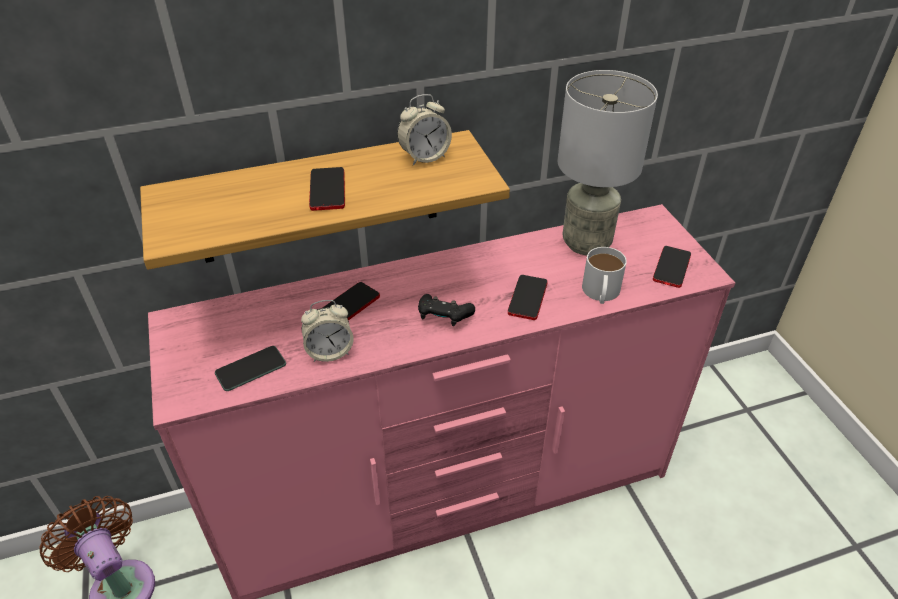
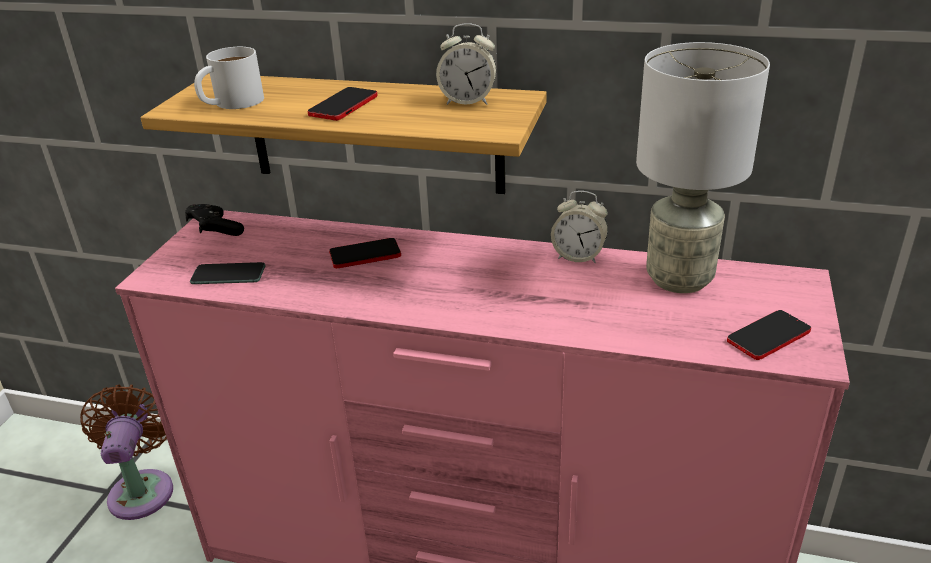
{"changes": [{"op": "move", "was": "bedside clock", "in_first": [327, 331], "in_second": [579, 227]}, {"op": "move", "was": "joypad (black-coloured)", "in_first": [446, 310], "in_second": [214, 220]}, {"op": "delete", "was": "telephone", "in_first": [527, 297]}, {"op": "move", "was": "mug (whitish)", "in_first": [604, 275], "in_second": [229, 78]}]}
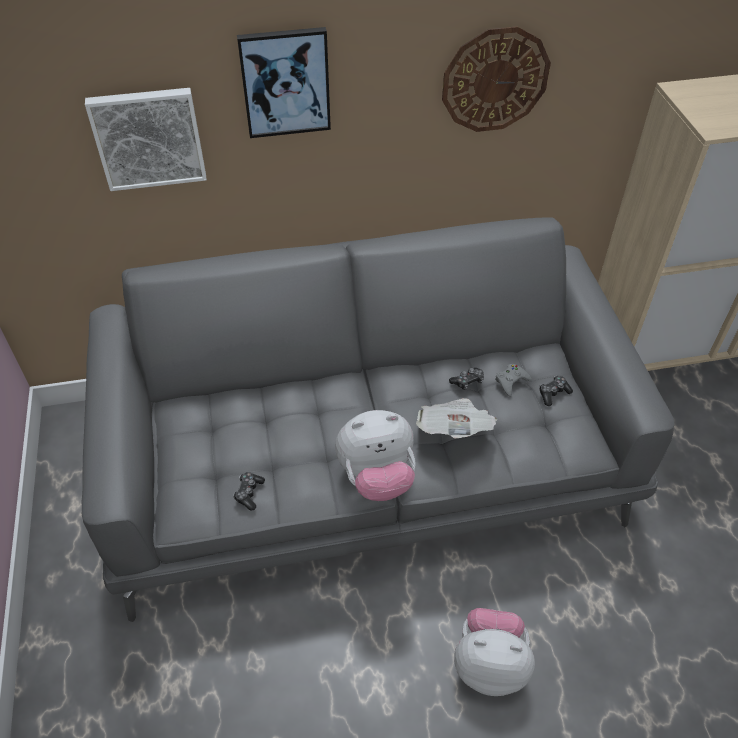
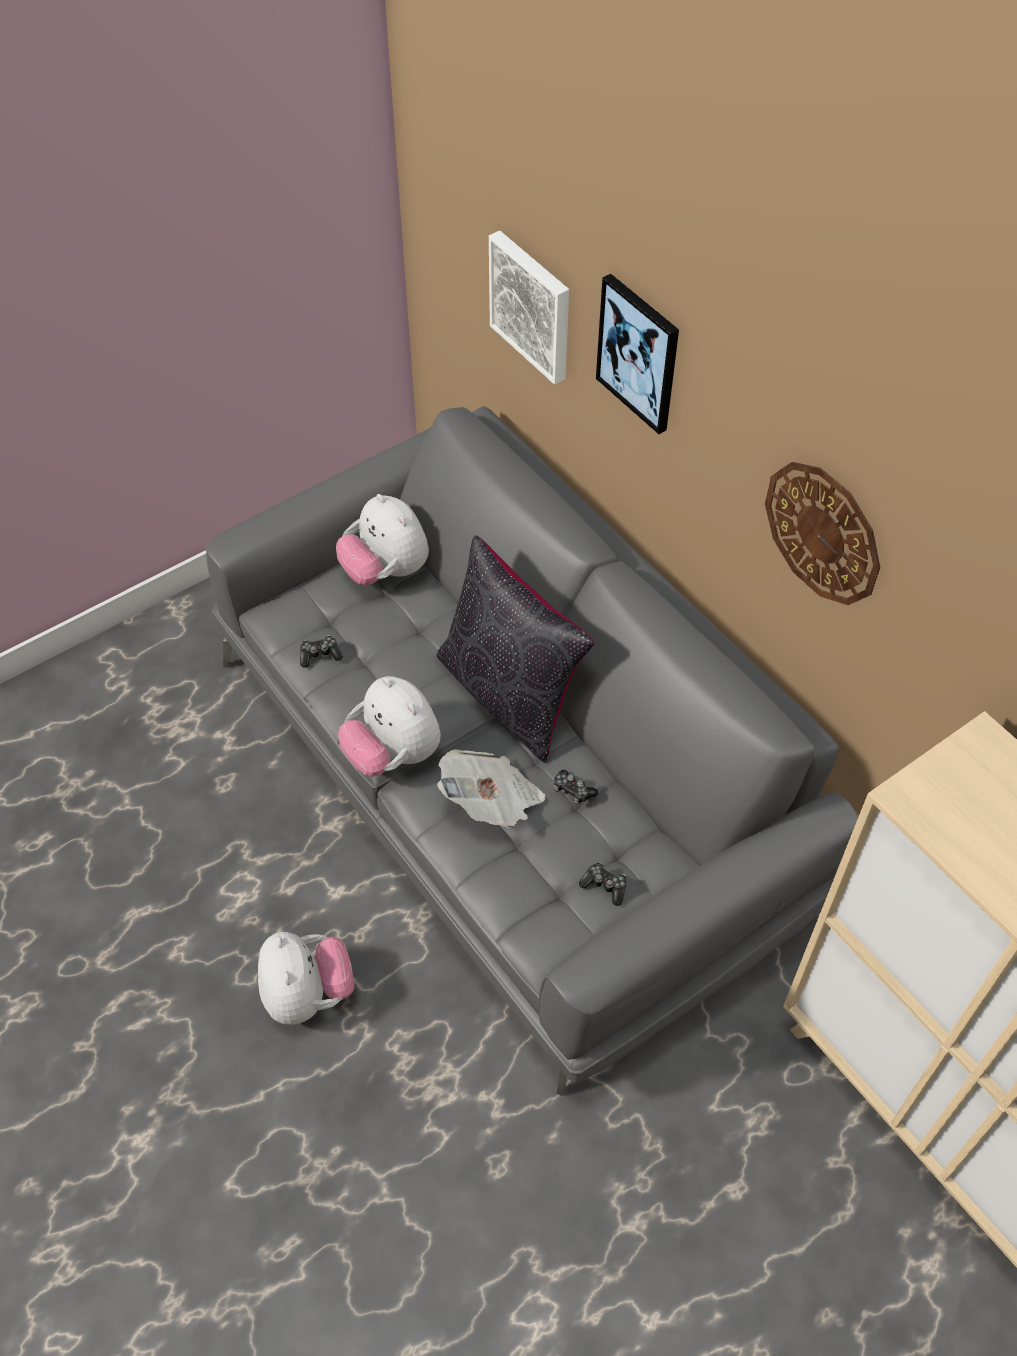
{"changes": [{"op": "delete", "was": "joypad (grey)", "in_first": [513, 380]}, {"op": "insert", "now": "cuddly toy", "in_second": [382, 539]}, {"op": "insert", "now": "throw pillow (black-coloured)", "in_second": [515, 649]}]}
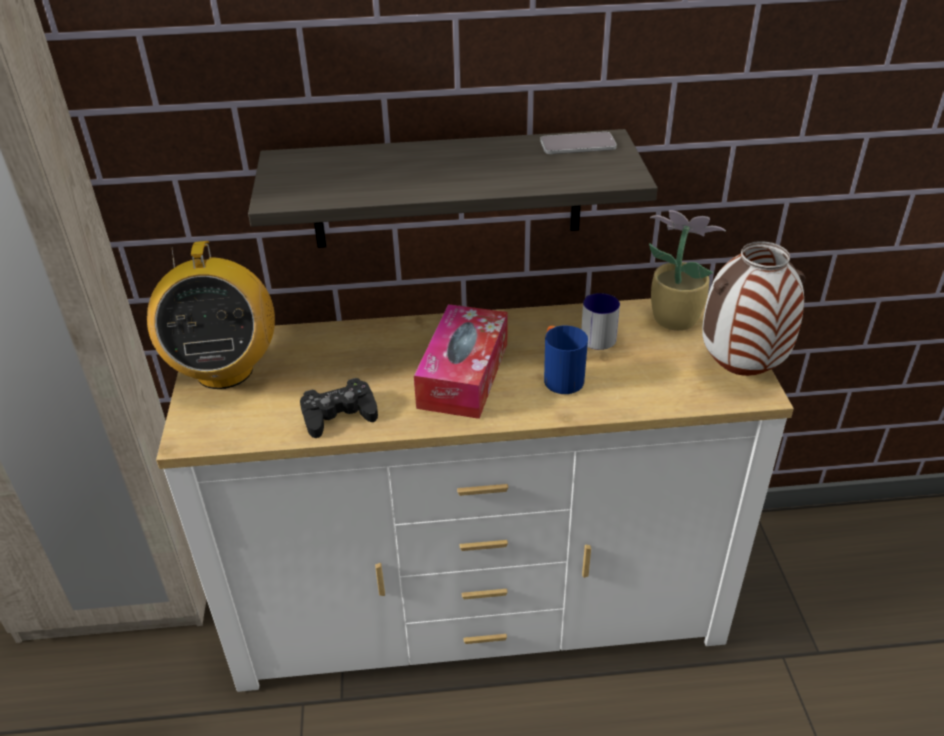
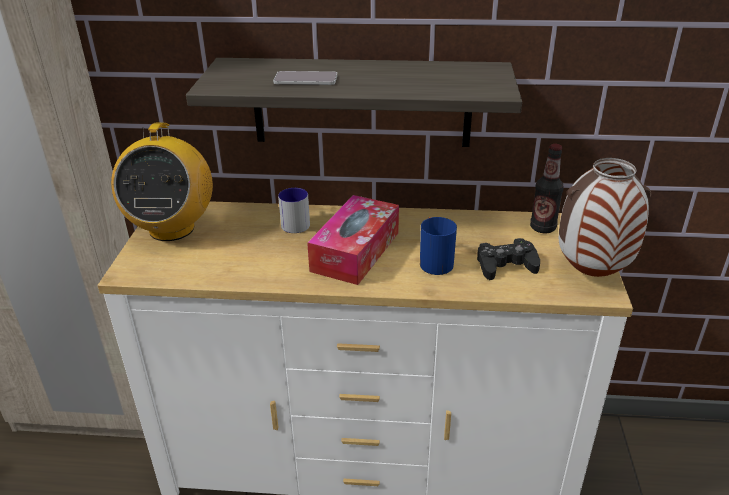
{"changes": [{"op": "move", "was": "joypad (black-coloured)", "in_first": [339, 408], "in_second": [508, 259]}, {"op": "move", "was": "telephone", "in_first": [578, 143], "in_second": [305, 78]}, {"op": "move", "was": "mug", "in_first": [600, 321], "in_second": [294, 210]}, {"op": "replace", "was": "houseplant", "now": "beverage bottle", "in_first": [687, 270], "in_second": [547, 188]}]}
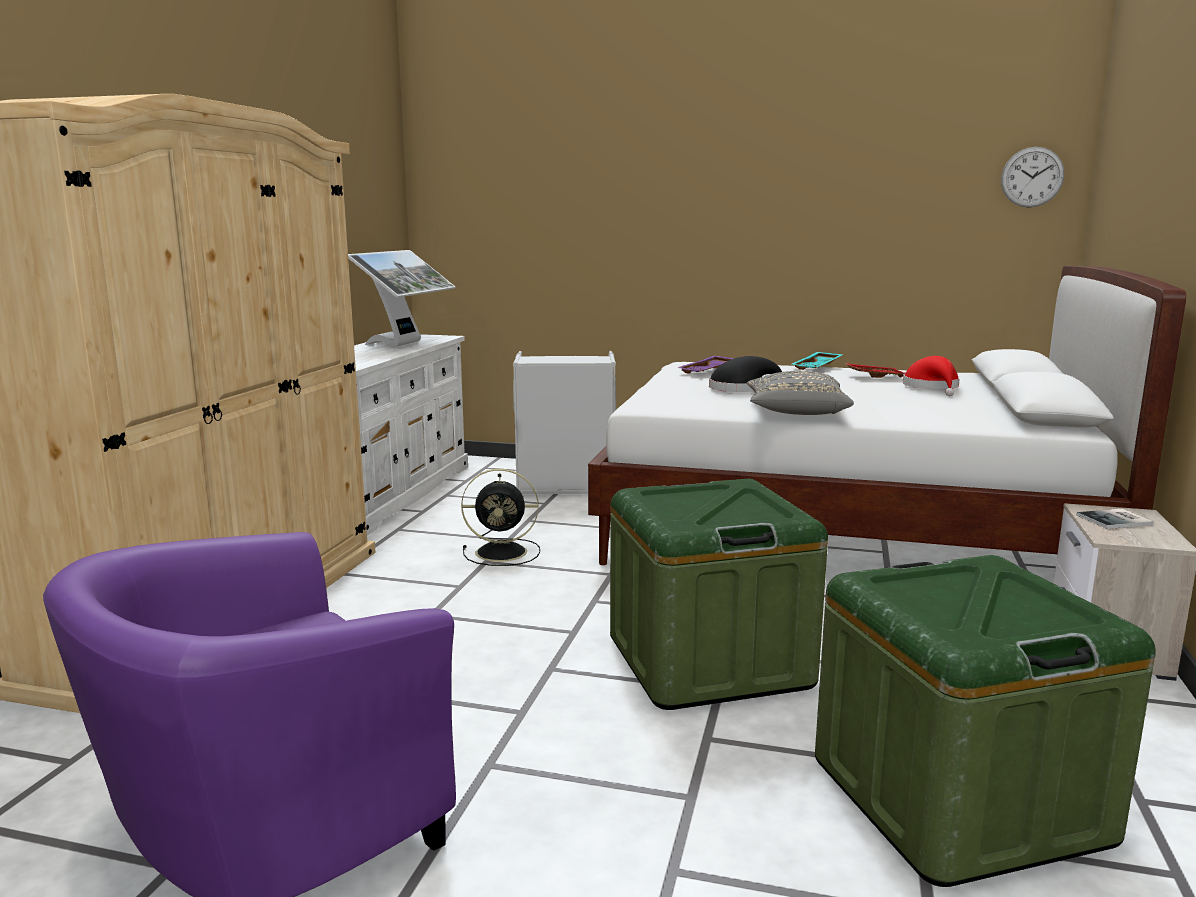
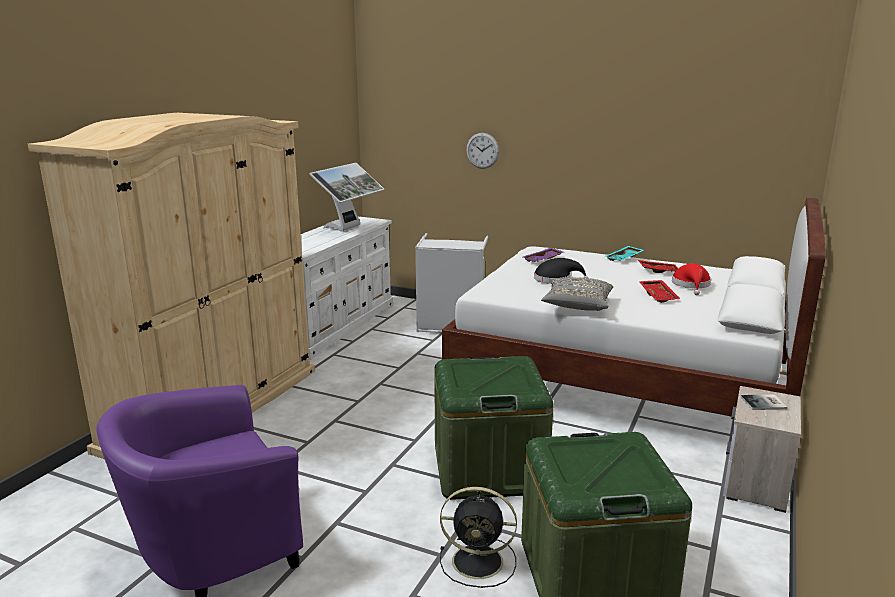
{"changes": [{"op": "move", "was": "electric fan (black-coloured)", "in_first": [500, 517], "in_second": [478, 537]}, {"op": "move", "was": "hanging clock", "in_first": [1032, 177], "in_second": [482, 151]}, {"op": "insert", "now": "serving tray (reddish)", "in_second": [659, 291]}]}
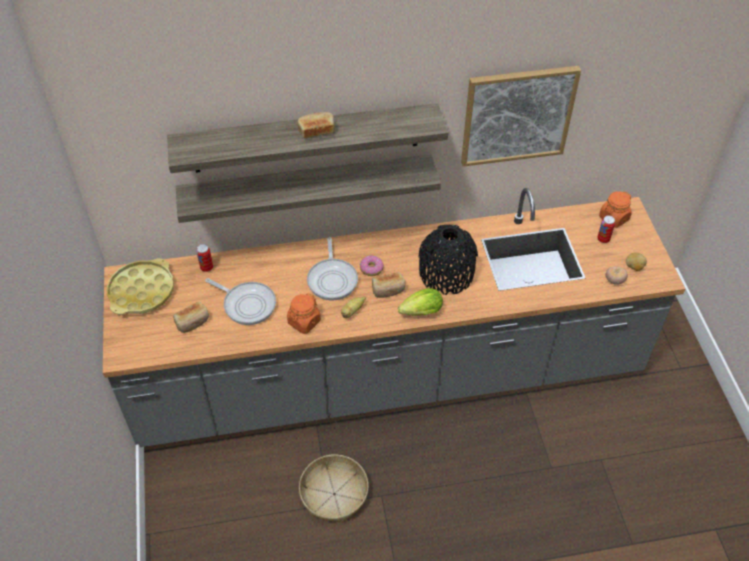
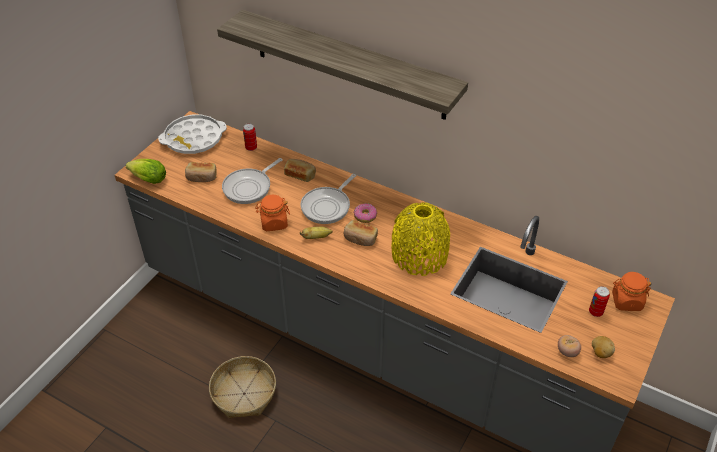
{"changes": [{"op": "recolor", "was": "serving tray (yellow-coloured)", "now": "serving tray (whitish)", "in_first": [140, 286], "in_second": [192, 134]}, {"op": "delete", "was": "wall shelf", "in_first": [308, 188]}, {"op": "rotate", "was": "pan", "in_first": [240, 301], "in_second": [252, 181], "clockwise": 60}, {"op": "move", "was": "baked bread", "in_first": [316, 125], "in_second": [300, 170]}, {"op": "move", "was": "lettuce head", "in_first": [420, 302], "in_second": [146, 171]}, {"op": "recolor", "was": "vase (black-coloured)", "now": "vase (yellow-coloured)", "in_first": [448, 260], "in_second": [421, 239]}, {"op": "delete", "was": "wall picture", "in_first": [521, 116]}]}
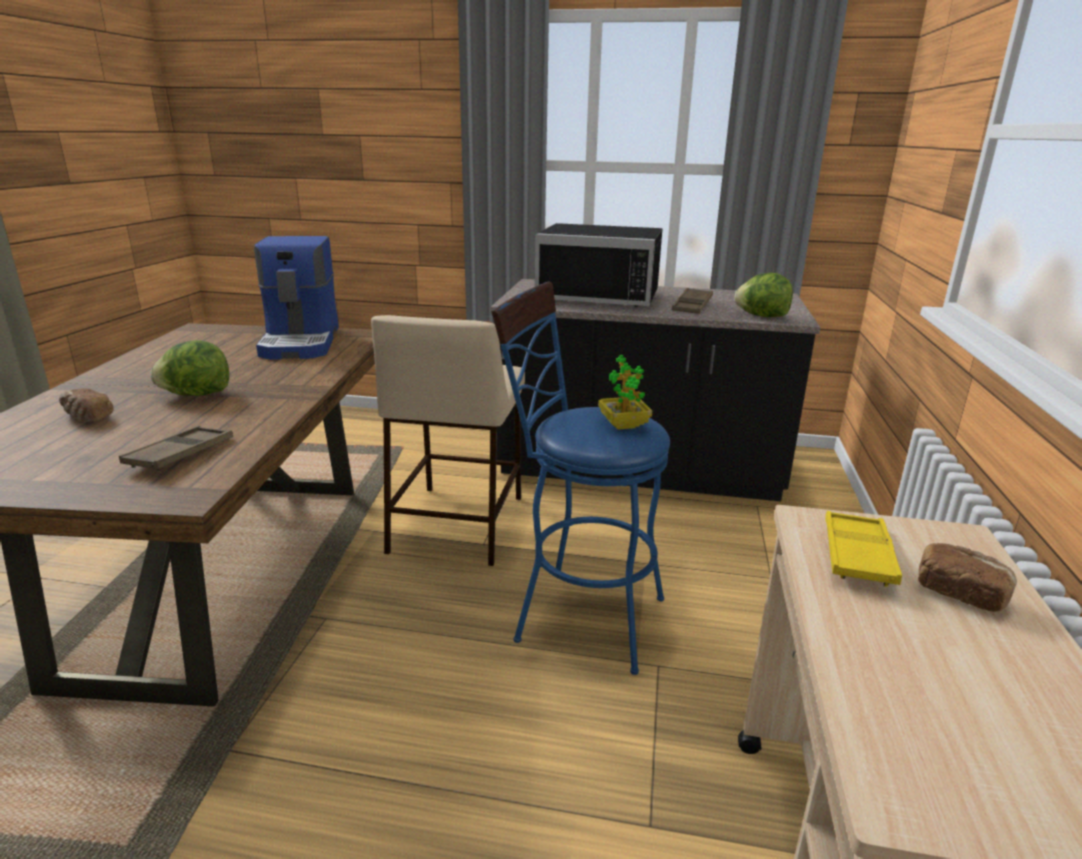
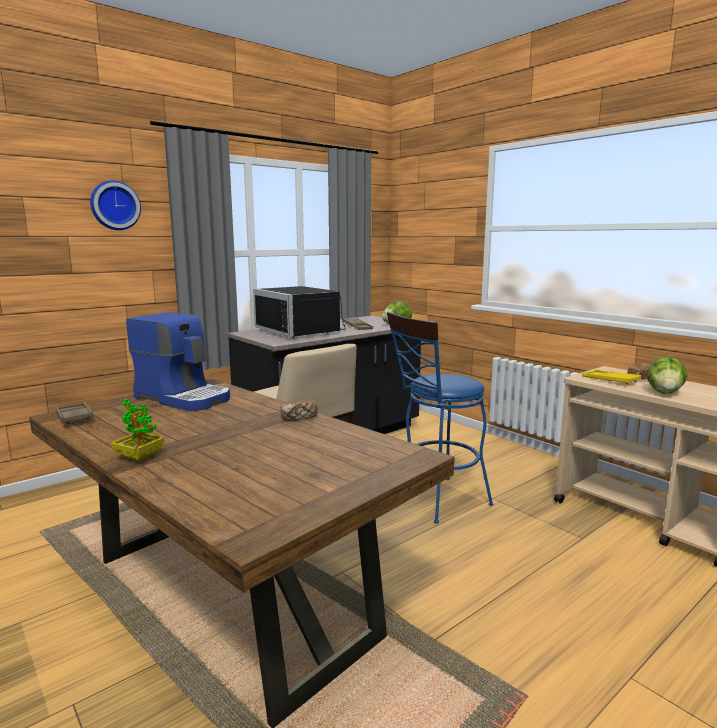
{"changes": [{"op": "move", "was": "baked bread", "in_first": [86, 405], "in_second": [299, 410]}, {"op": "move", "was": "serving tray (brownish)", "in_first": [176, 449], "in_second": [75, 413]}, {"op": "move", "was": "lettuce head", "in_first": [189, 368], "in_second": [667, 375]}, {"op": "rotate", "was": "microwave oven (black-coloured)", "in_first": [599, 265], "in_second": [299, 312], "clockwise": 90}, {"op": "move", "was": "houseplant", "in_first": [625, 392], "in_second": [137, 430]}, {"op": "insert", "now": "hanging clock", "in_second": [115, 205]}]}
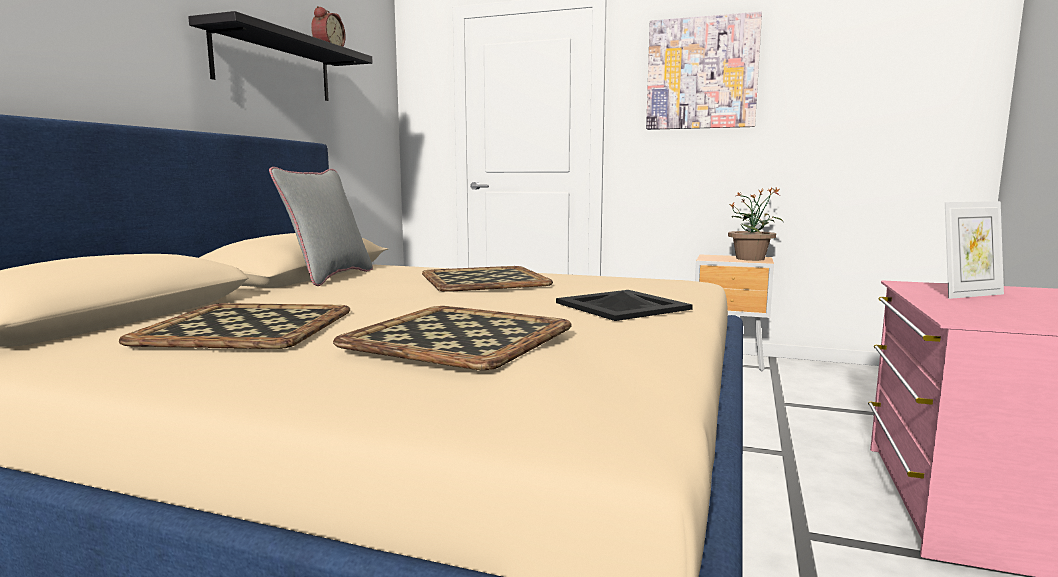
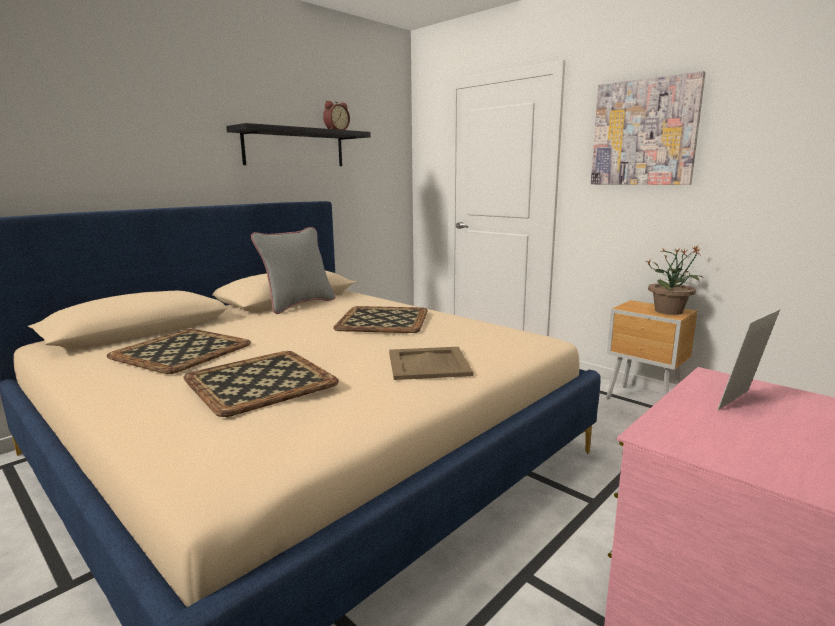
{"changes": [{"op": "recolor", "was": "serving tray (black-coloured)", "now": "serving tray (beige-coloured)", "in_first": [624, 305], "in_second": [431, 363]}, {"op": "rotate", "was": "photo frame", "in_first": [974, 250], "in_second": [748, 359], "clockwise": 135}]}
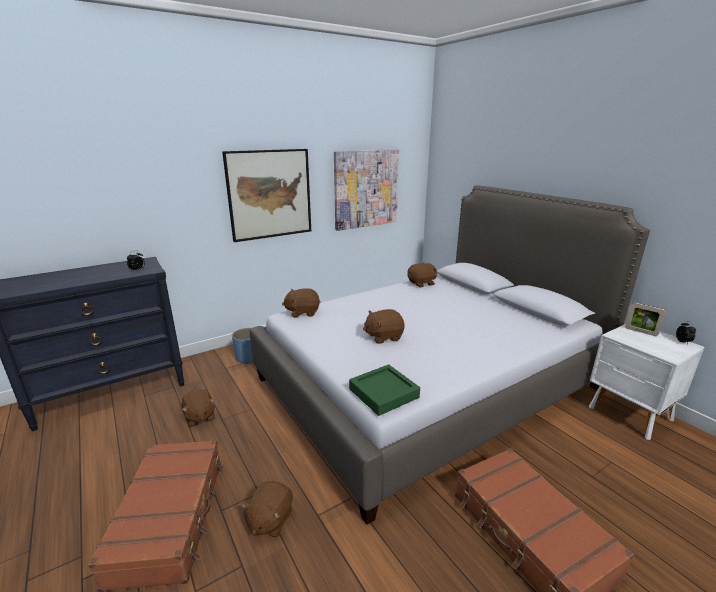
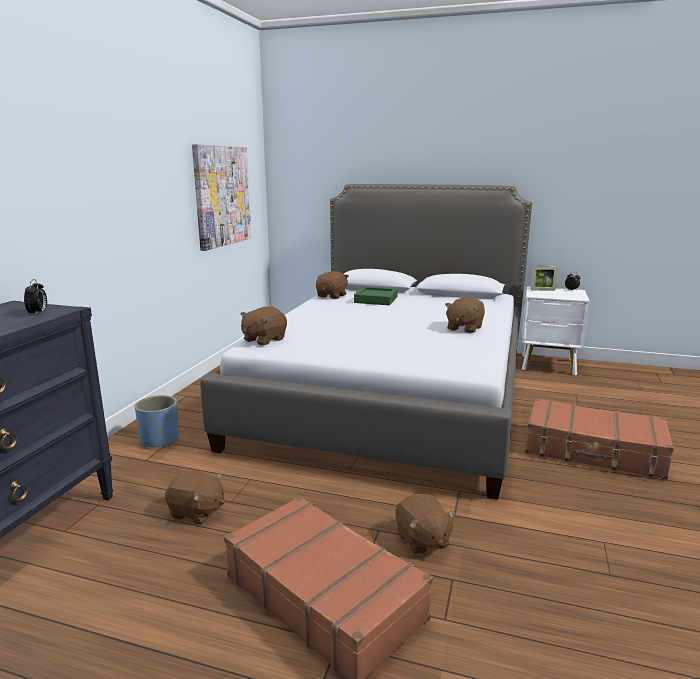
{"changes": [{"op": "delete", "was": "wall picture", "in_first": [266, 195]}, {"op": "move", "was": "serving tray (green-coloured)", "in_first": [384, 390], "in_second": [376, 296]}, {"op": "move", "was": "cuddly toy (brownish)", "in_first": [384, 326], "in_second": [465, 315]}]}
